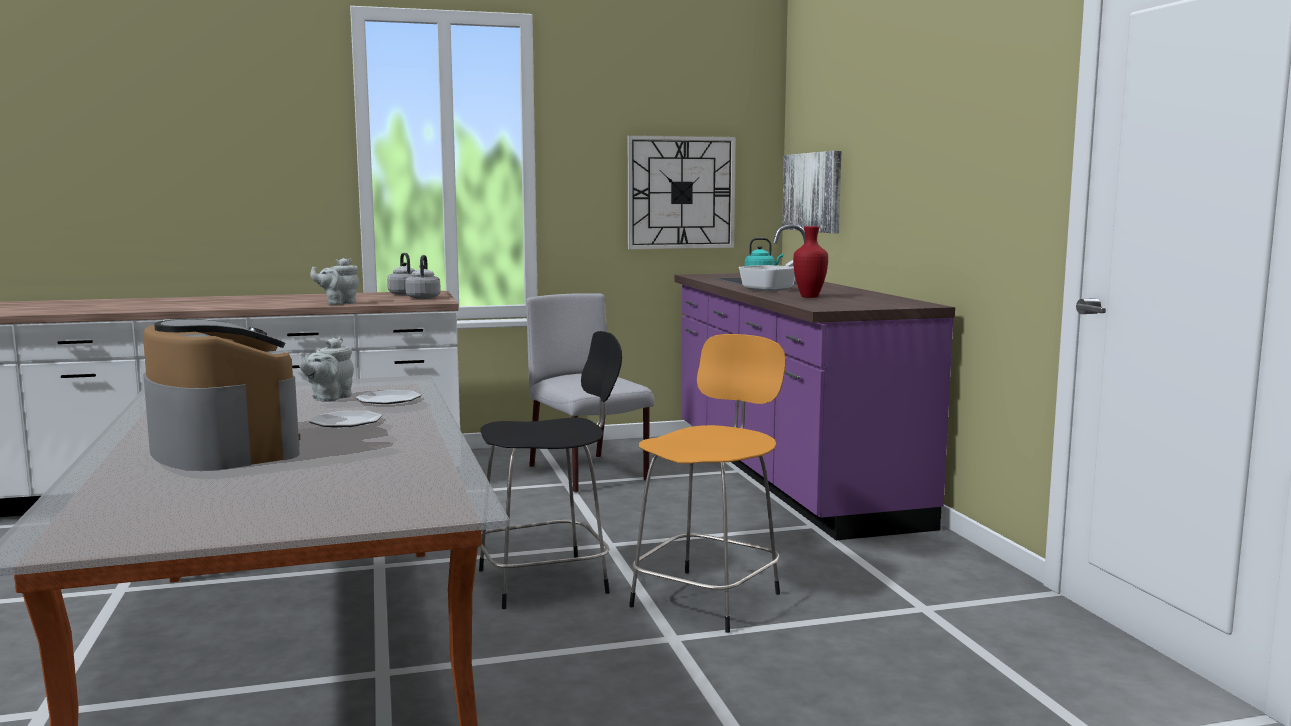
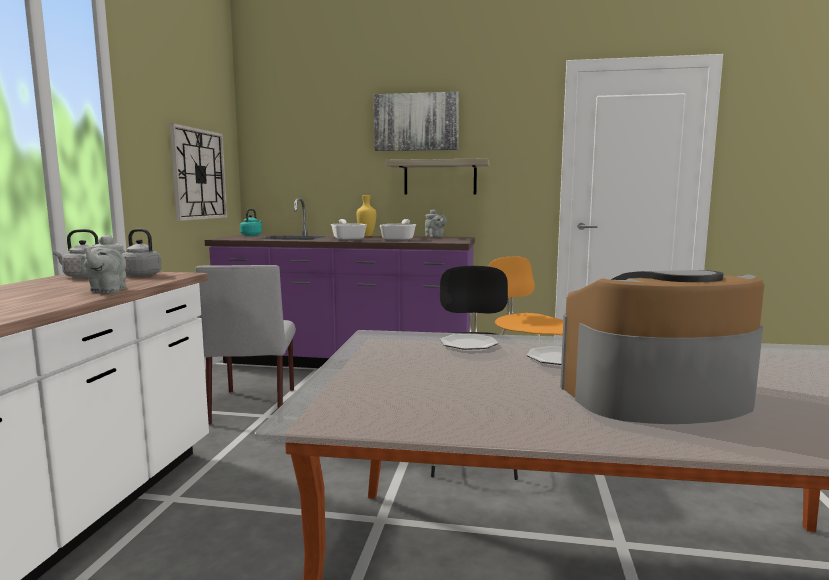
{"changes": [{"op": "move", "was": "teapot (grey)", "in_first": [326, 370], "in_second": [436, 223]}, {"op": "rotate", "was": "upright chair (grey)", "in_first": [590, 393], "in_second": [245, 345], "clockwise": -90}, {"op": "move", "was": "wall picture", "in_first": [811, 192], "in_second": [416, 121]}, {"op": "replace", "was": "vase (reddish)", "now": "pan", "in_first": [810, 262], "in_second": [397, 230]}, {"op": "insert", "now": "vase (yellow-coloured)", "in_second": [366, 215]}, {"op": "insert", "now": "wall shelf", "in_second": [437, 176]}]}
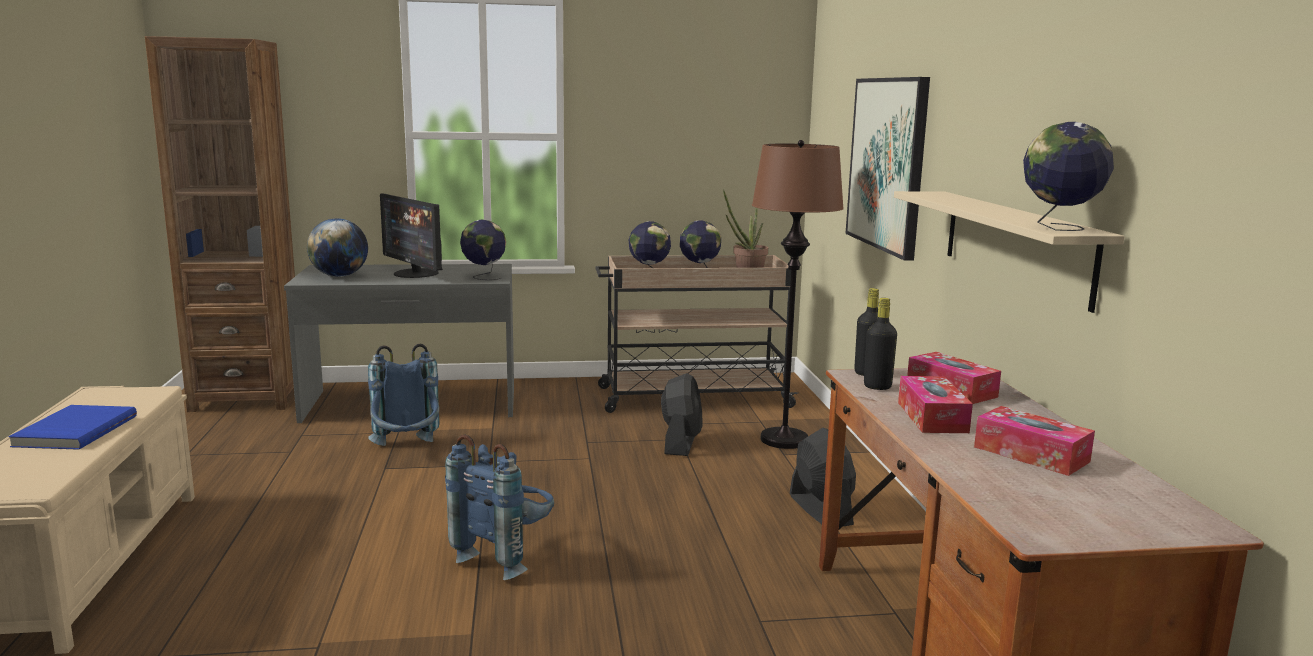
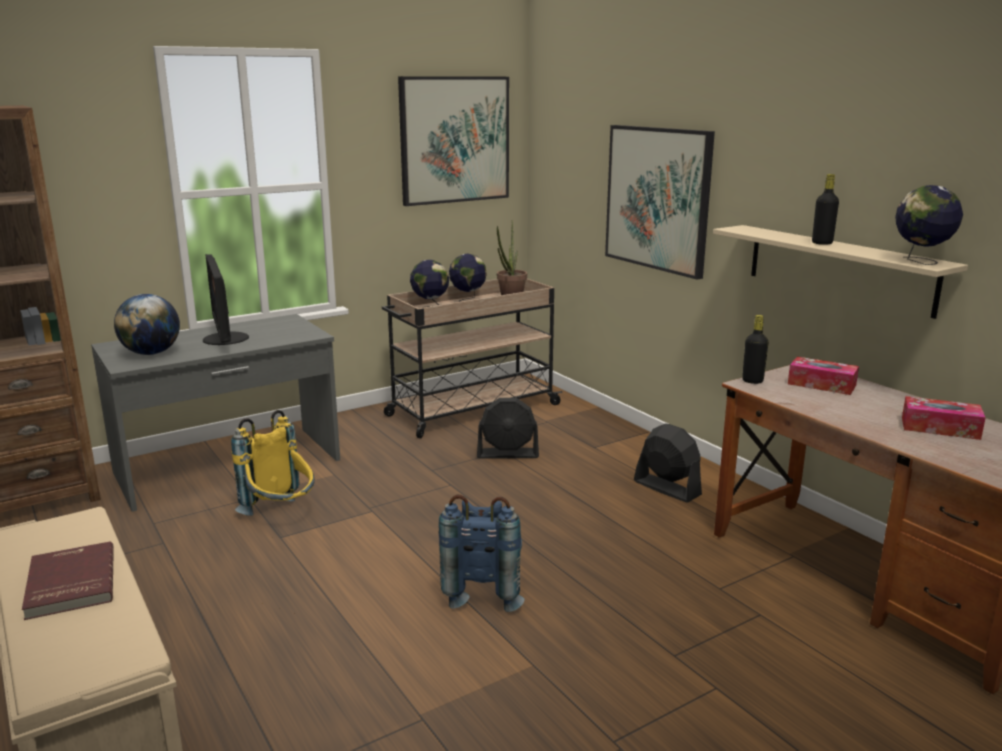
{"changes": [{"op": "recolor", "was": "volume (blue)", "now": "volume (reddish)", "in_first": [72, 427], "in_second": [68, 581]}, {"op": "recolor", "was": "knapsack (blue)", "now": "knapsack (yellow-coloured)", "in_first": [404, 394], "in_second": [273, 463]}, {"op": "rotate", "was": "computer display", "in_first": [411, 235], "in_second": [226, 299], "clockwise": 45}, {"op": "delete", "was": "desk globe", "in_first": [483, 250]}, {"op": "rotate", "was": "electric fan (black-coloured)", "in_first": [681, 414], "in_second": [508, 428], "clockwise": 105}, {"op": "delete", "was": "standard lamp (brownish)", "in_first": [798, 294]}, {"op": "move", "was": "beverage bottle (black-coloured)", "in_first": [880, 344], "in_second": [825, 209]}, {"op": "delete", "was": "box of tissues", "in_first": [935, 404]}, {"op": "insert", "now": "wall picture", "in_second": [453, 141]}]}
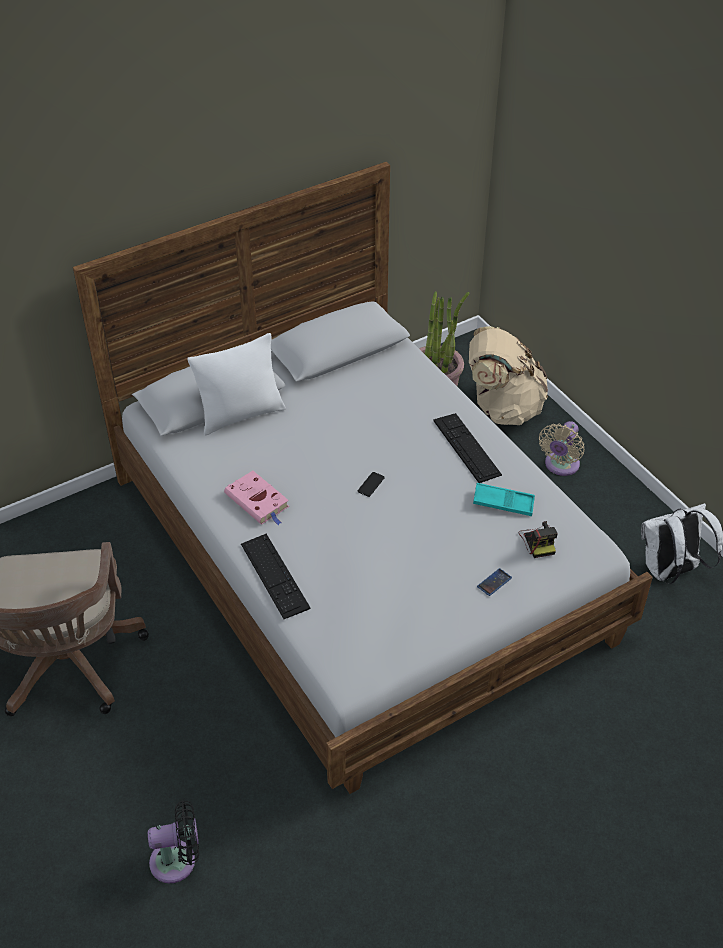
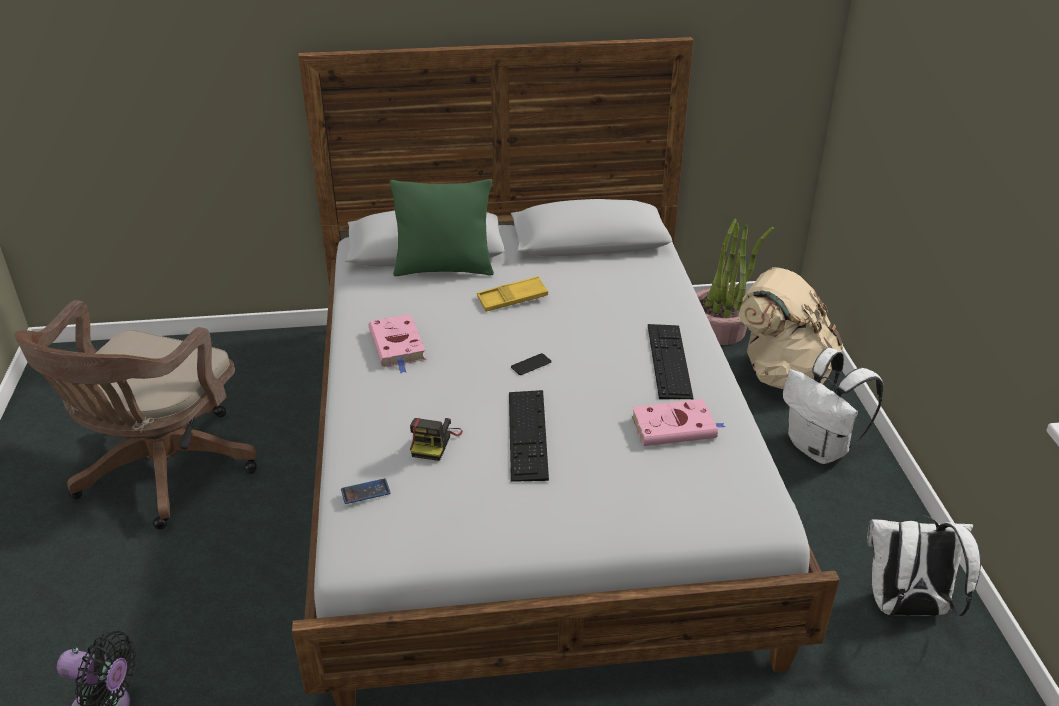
{"changes": [{"op": "recolor", "was": "throw pillow (whitish)", "now": "throw pillow (green-coloured)", "in_first": [236, 384], "in_second": [442, 227]}, {"op": "move", "was": "computer keyboard", "in_first": [275, 576], "in_second": [529, 436]}, {"op": "replace", "was": "serving tray (blue-green)", "now": "volume (pinkish)", "in_first": [504, 499], "in_second": [679, 422]}, {"op": "move", "was": "telephone", "in_first": [494, 582], "in_second": [366, 491]}, {"op": "move", "was": "still camera", "in_first": [538, 539], "in_second": [436, 439]}, {"op": "replace", "was": "electric fan (beige-coloured)", "now": "knapsack (whitish)", "in_first": [561, 448], "in_second": [833, 406]}, {"op": "insert", "now": "serving tray (yellow-coloured)", "in_second": [512, 294]}]}
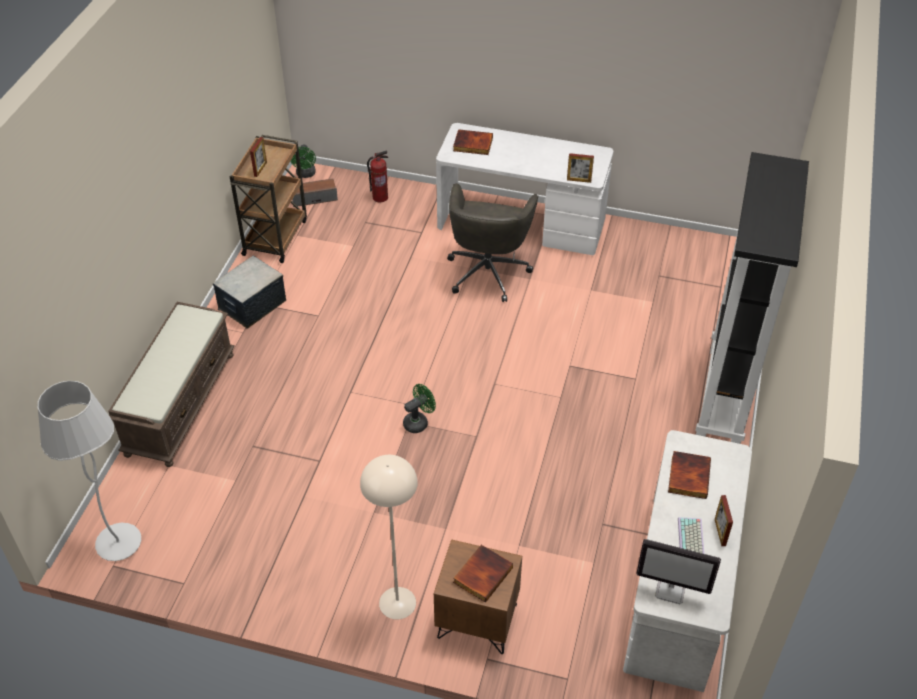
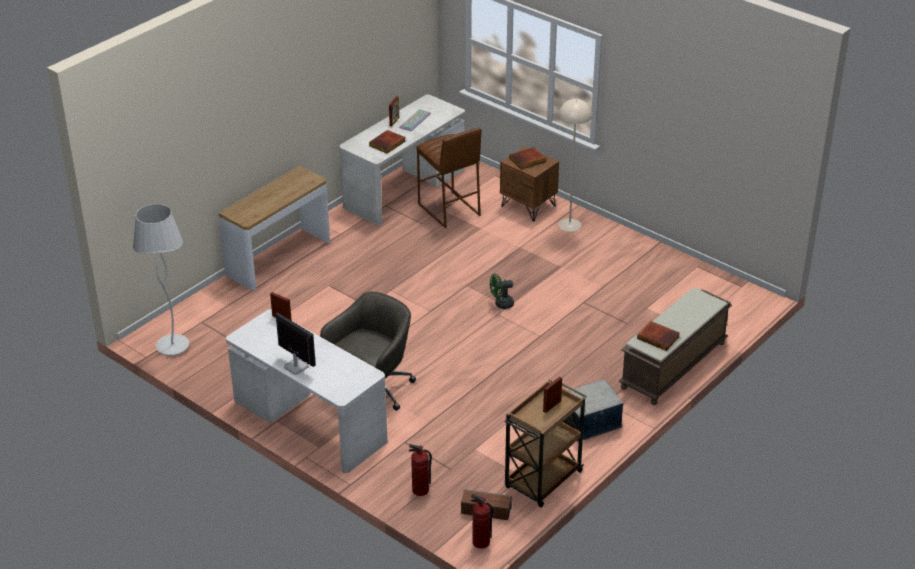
{"changes": [{"op": "move", "was": "standard lamp (whitish)", "in_first": [89, 471], "in_second": [161, 280]}, {"op": "replace", "was": "electric fan (green-coloured)", "now": "fire extinguisher", "in_first": [303, 161], "in_second": [482, 521]}, {"op": "move", "was": "volume", "in_first": [473, 142], "in_second": [658, 336]}, {"op": "move", "was": "computer display", "in_first": [678, 571], "in_second": [296, 344]}, {"op": "replace", "was": "bookcase (black-coloured)", "now": "console table", "in_first": [752, 298], "in_second": [274, 228]}, {"op": "insert", "now": "sitting stool (brownish)", "in_second": [448, 177]}]}
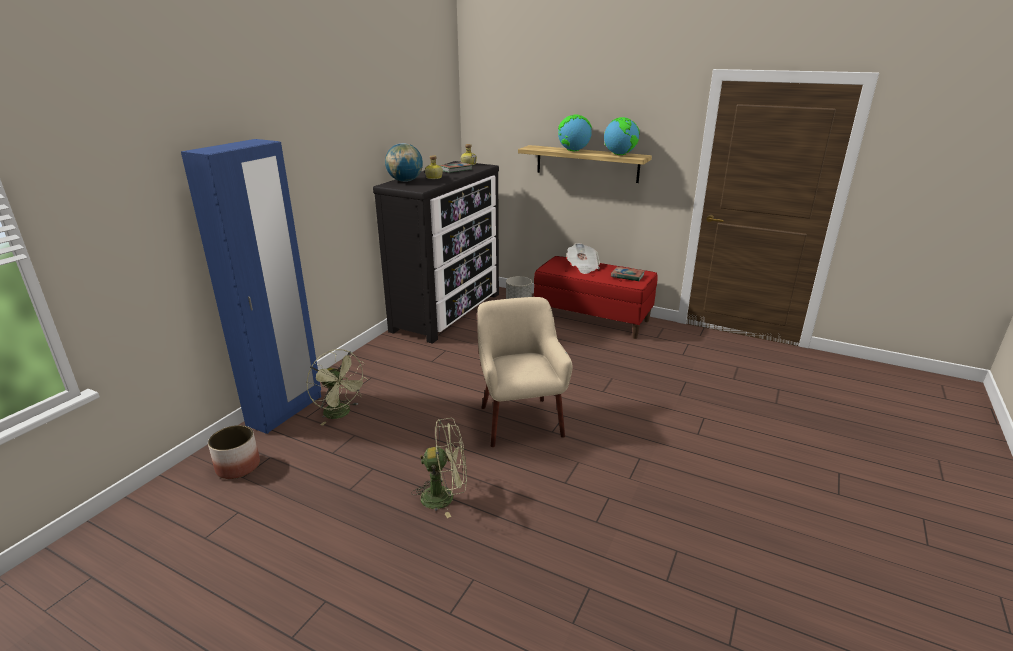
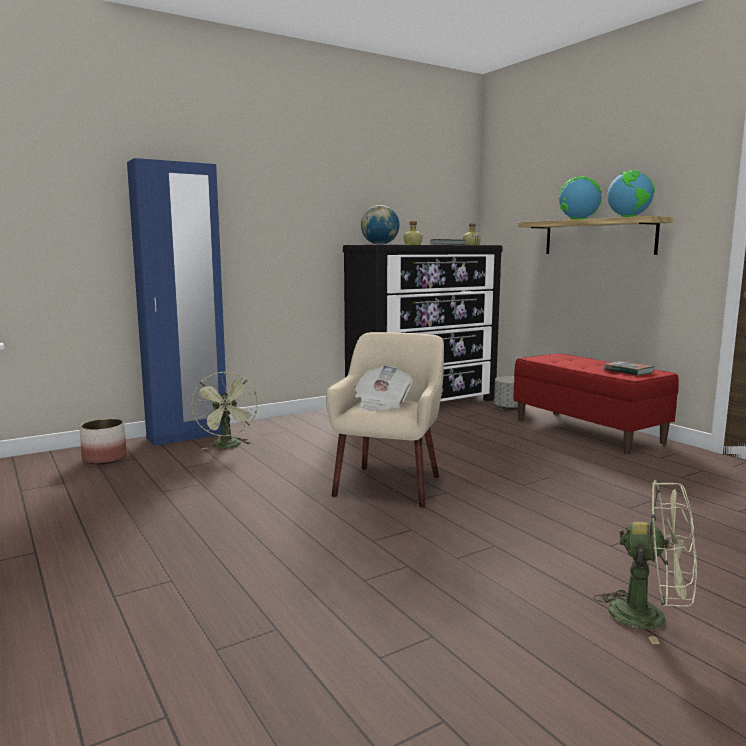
{"changes": [{"op": "move", "was": "electric fan (green-coloured)", "in_first": [439, 468], "in_second": [645, 562]}, {"op": "move", "was": "printed paper", "in_first": [583, 258], "in_second": [384, 388]}]}
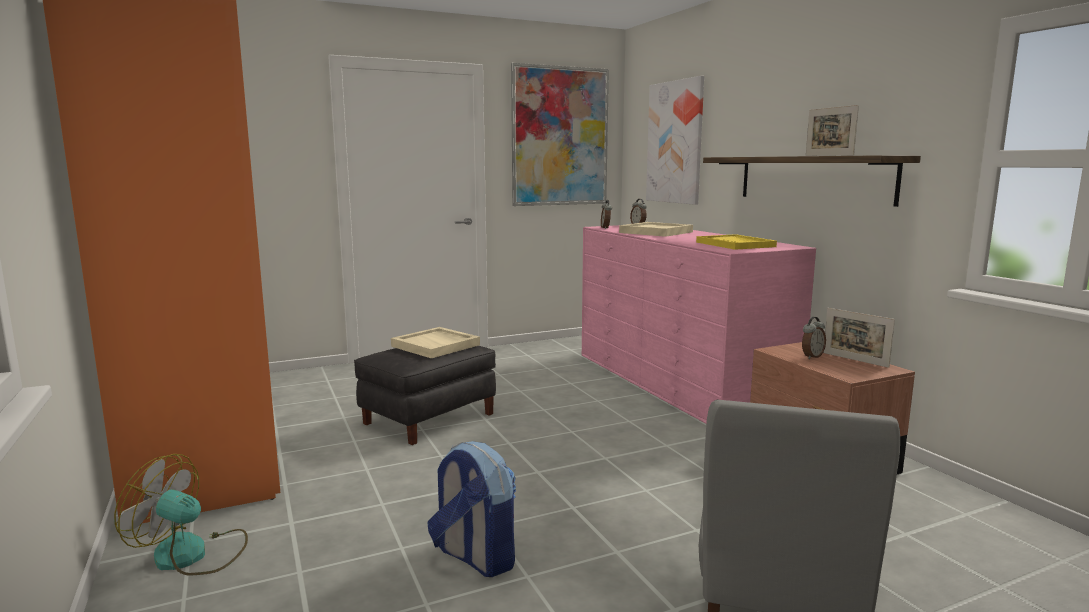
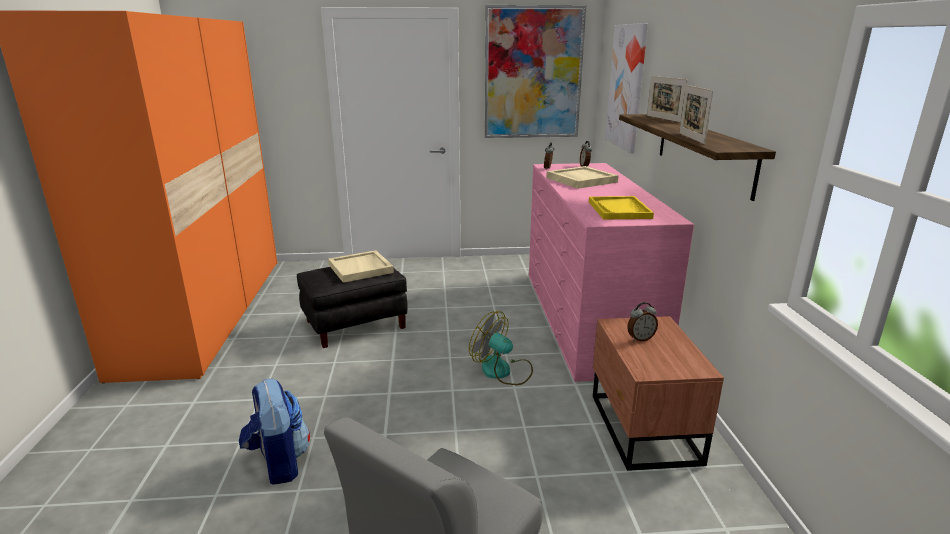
{"changes": [{"op": "move", "was": "electric fan", "in_first": [181, 515], "in_second": [501, 348]}, {"op": "move", "was": "photo frame", "in_first": [859, 338], "in_second": [667, 99]}]}
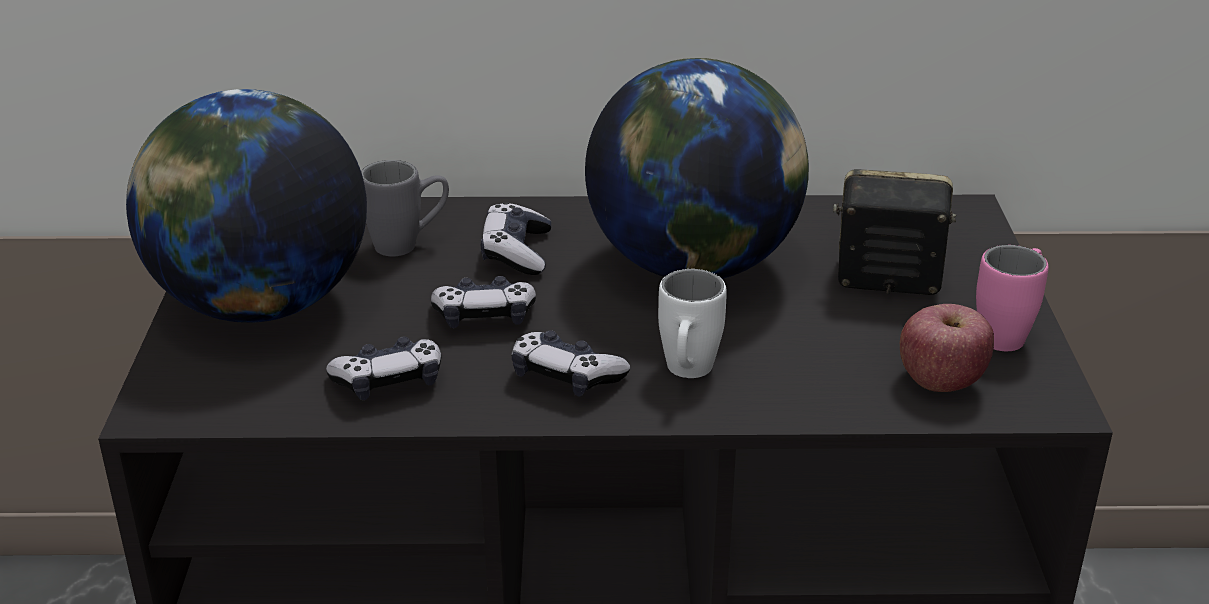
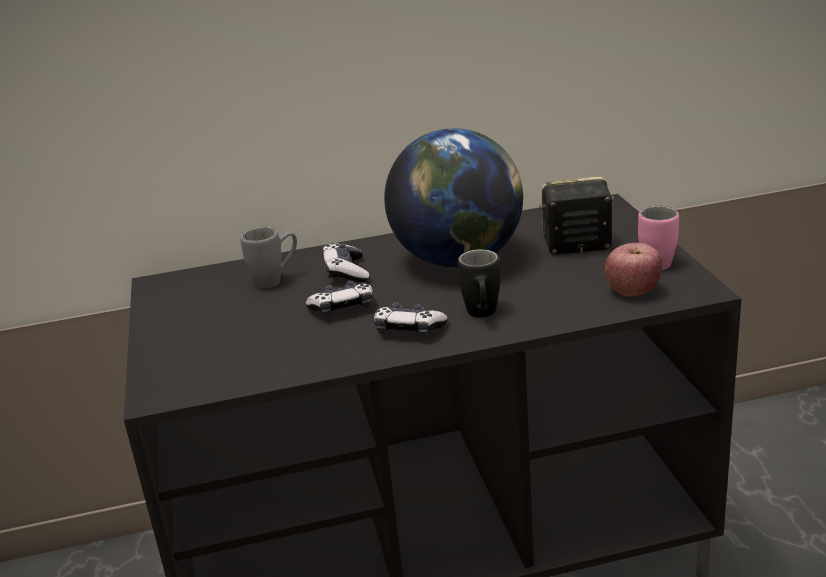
{"changes": [{"op": "delete", "was": "desk globe", "in_first": [246, 206]}, {"op": "delete", "was": "joypad", "in_first": [383, 368]}, {"op": "recolor", "was": "mug (whitish)", "now": "mug (black-coloured)", "in_first": [692, 323], "in_second": [479, 283]}]}
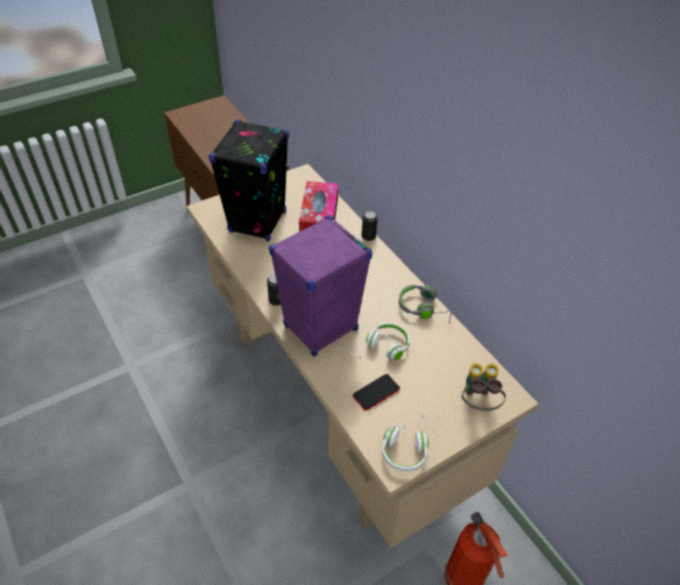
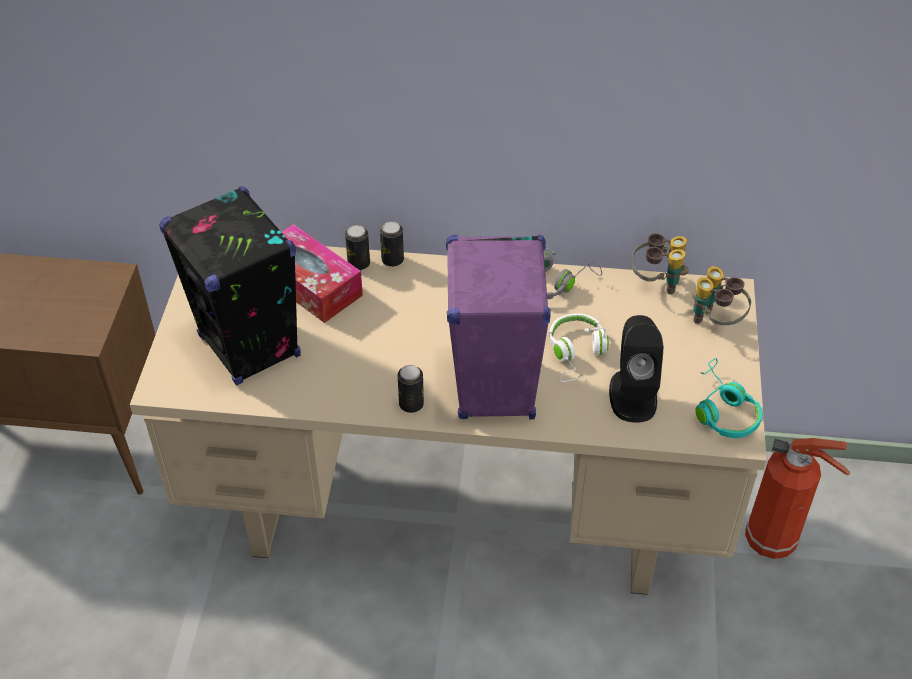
{"changes": [{"op": "replace", "was": "telephone", "now": "loudspeaker (black-coloured)", "in_first": [376, 392], "in_second": [636, 369]}, {"op": "recolor", "was": "headset (whitish)", "now": "headset (blue-green)", "in_first": [410, 442], "in_second": [728, 398]}, {"op": "insert", "now": "sealed can", "in_second": [357, 247]}, {"op": "insert", "now": "binoculars", "in_second": [660, 264]}]}
